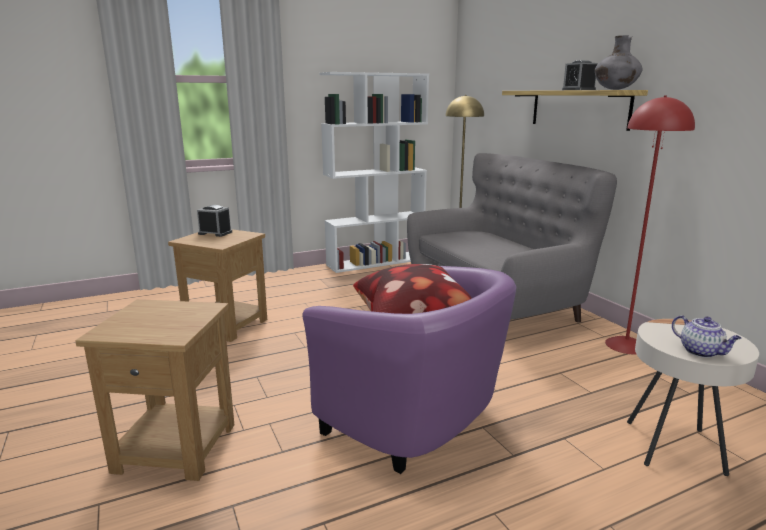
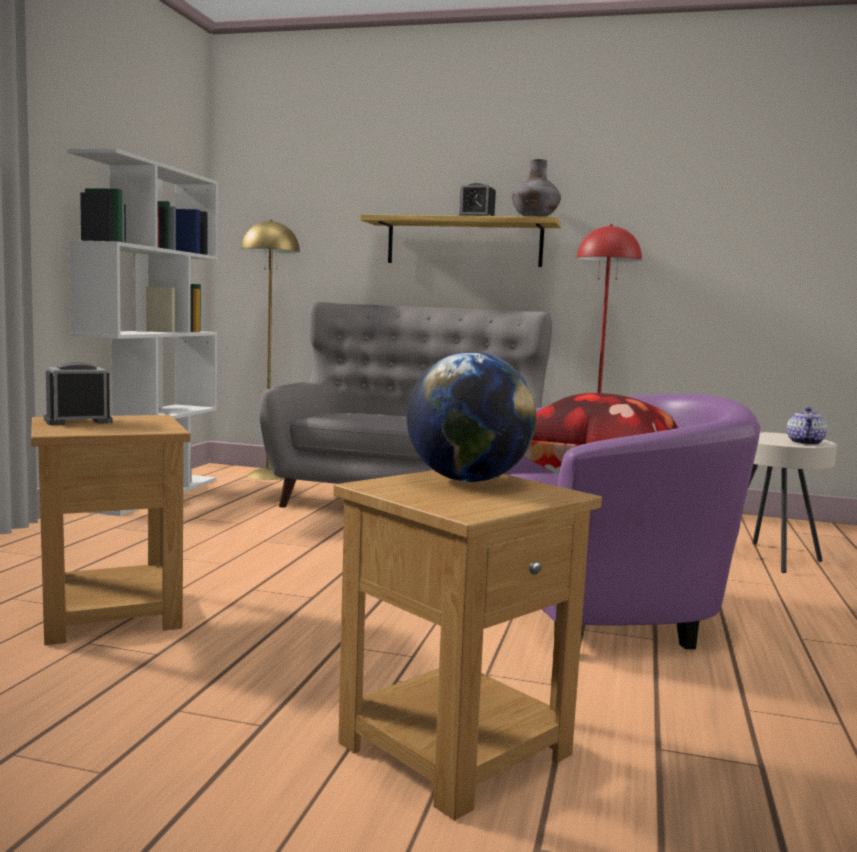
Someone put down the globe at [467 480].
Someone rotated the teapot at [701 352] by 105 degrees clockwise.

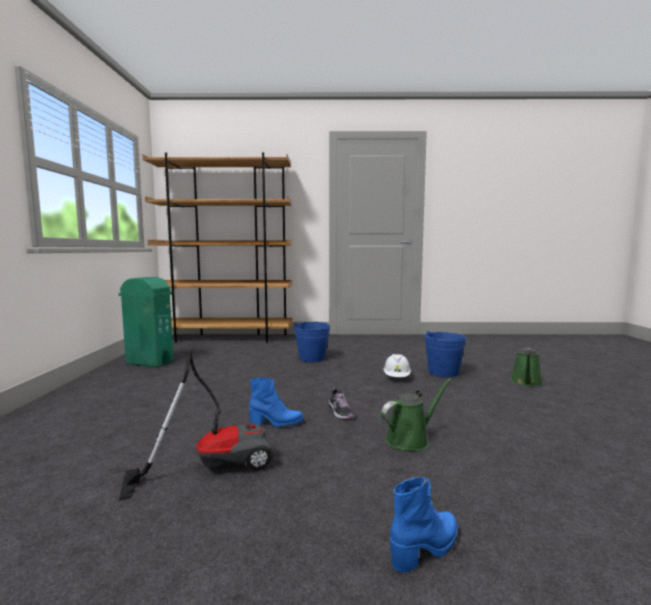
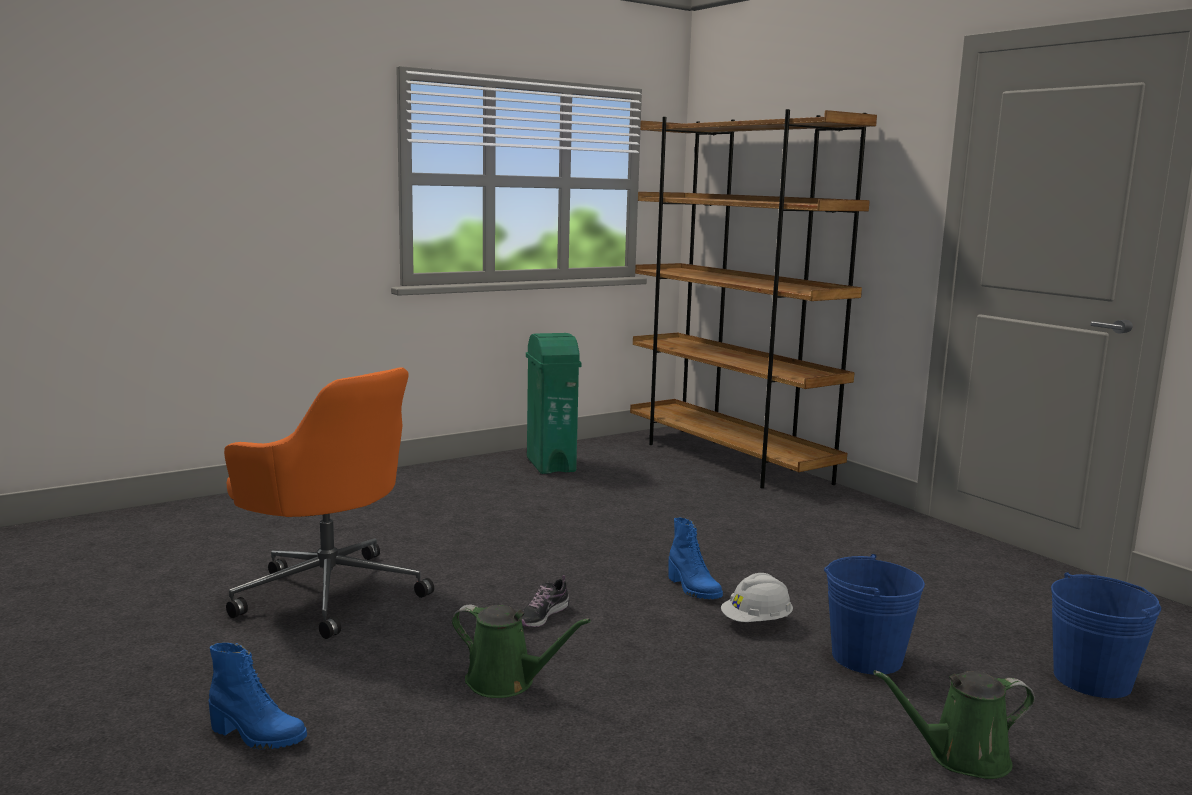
Someone swapped the vacuum cleaner at [214 465] for the orange office chair at [328 592].
Someone carried the blue boot from [276 423] to [693 589].
Someone carried the blue bucket from [312 358] to [1092 680].

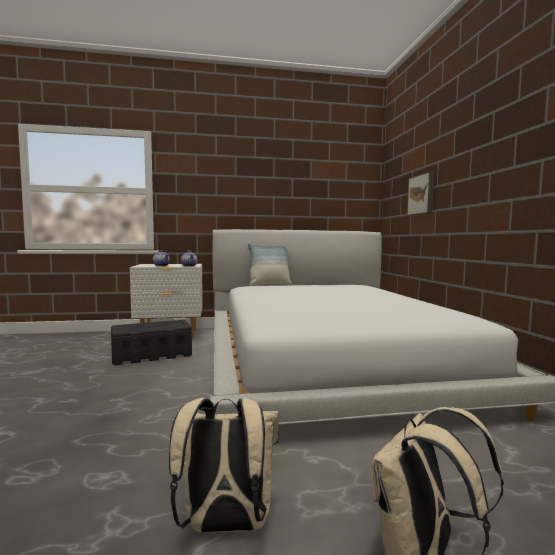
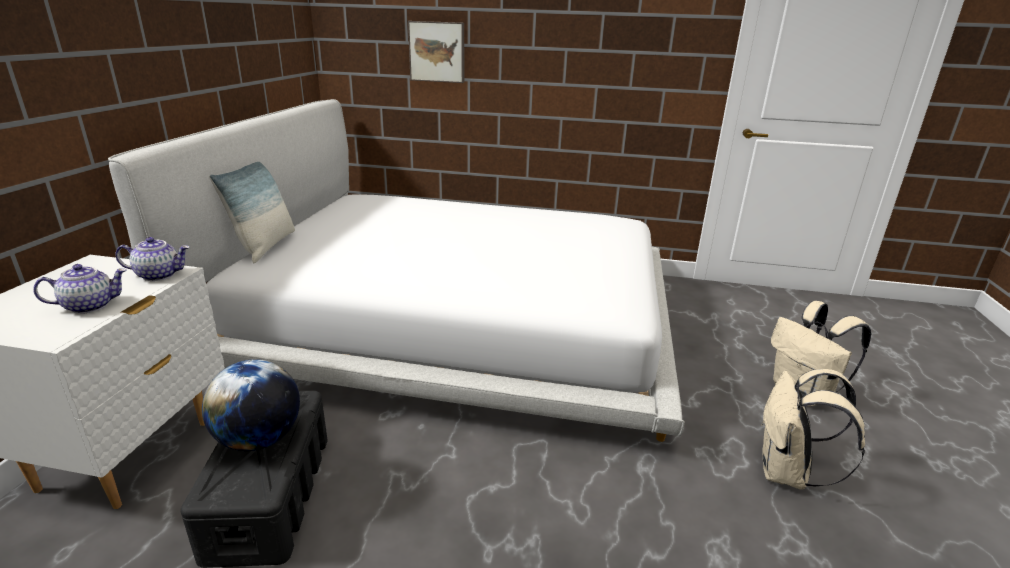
Someone put down the globe at [259 439].

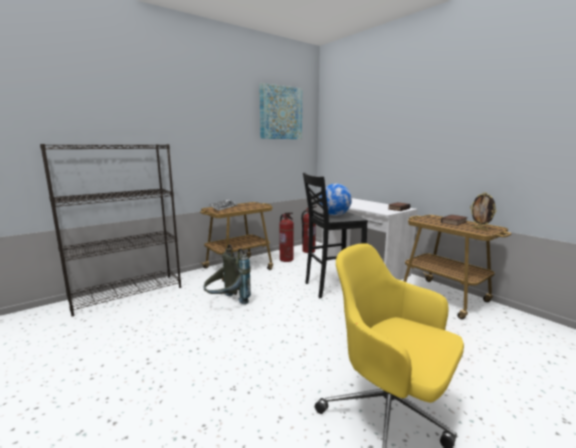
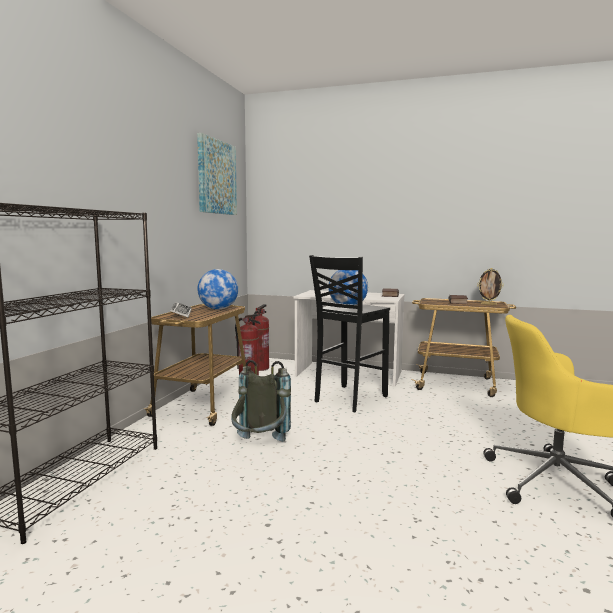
Someone put down the globe at [218 309].

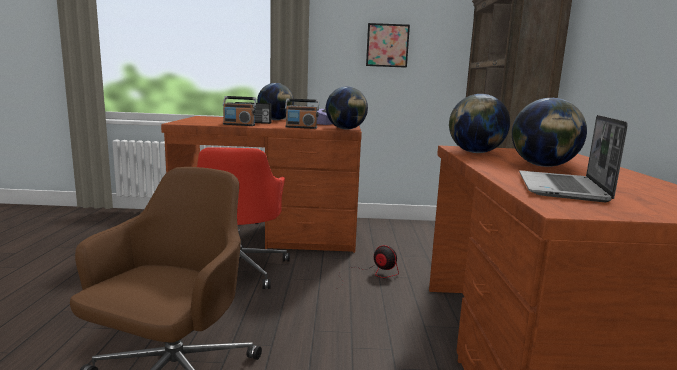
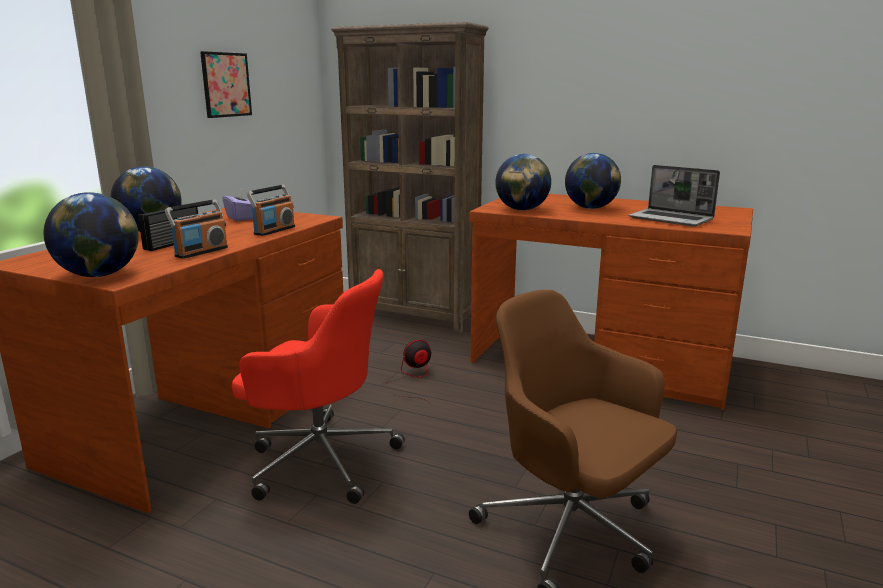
Someone carried the globe from [346 129] to [99 275].

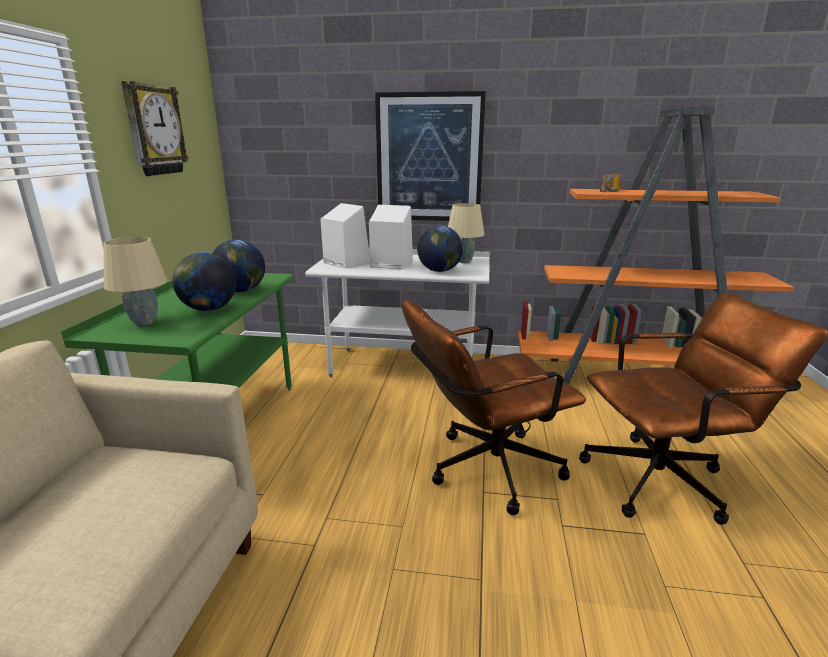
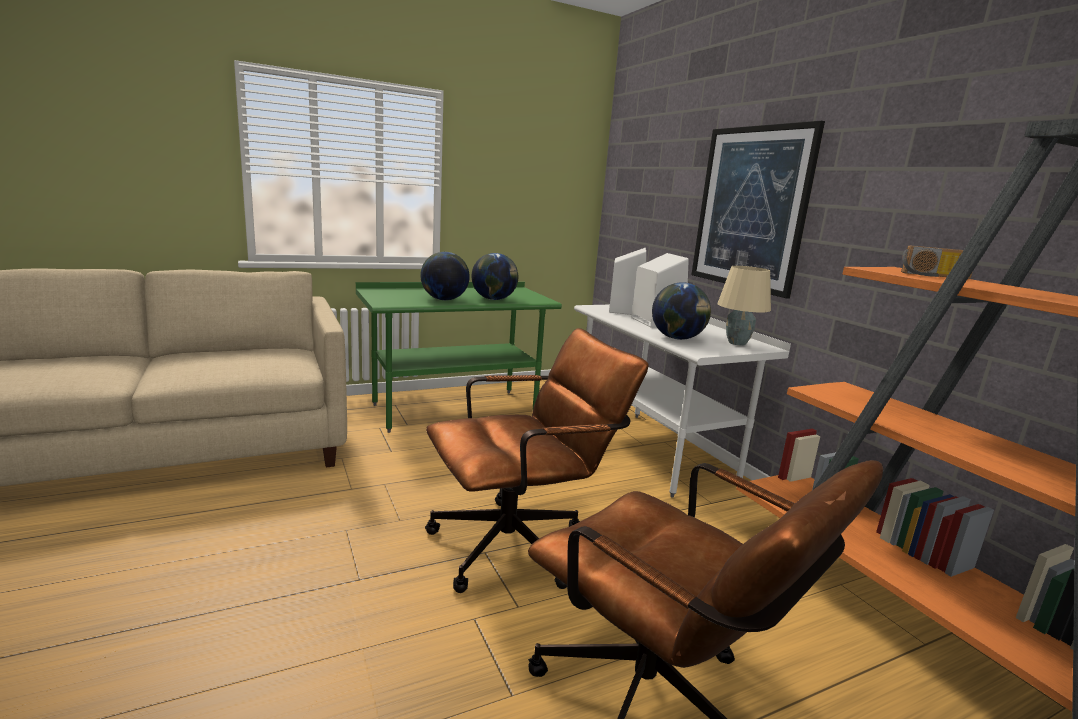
Someone rotated the brown office chair at [484 470] by 120 degrees clockwise.
Someone took away the beige table lamp at [144 322].
Someone took away the wall clock at [154 130].

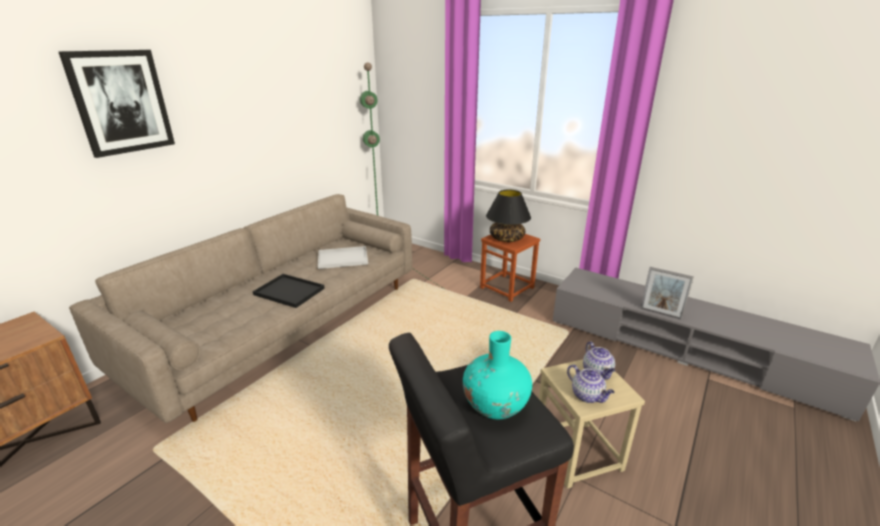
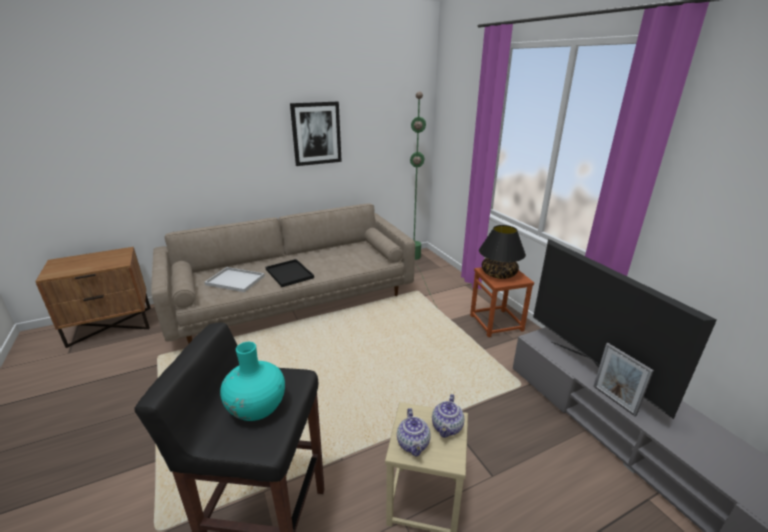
Someone carried the white tray from [342 259] to [234 280].
Someone carried the picture from [121 102] to [316 133].
Someone put down the television at [589 369].

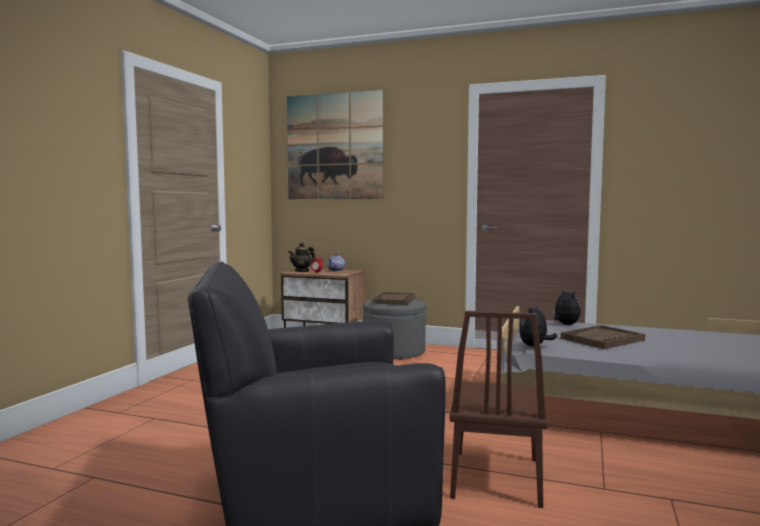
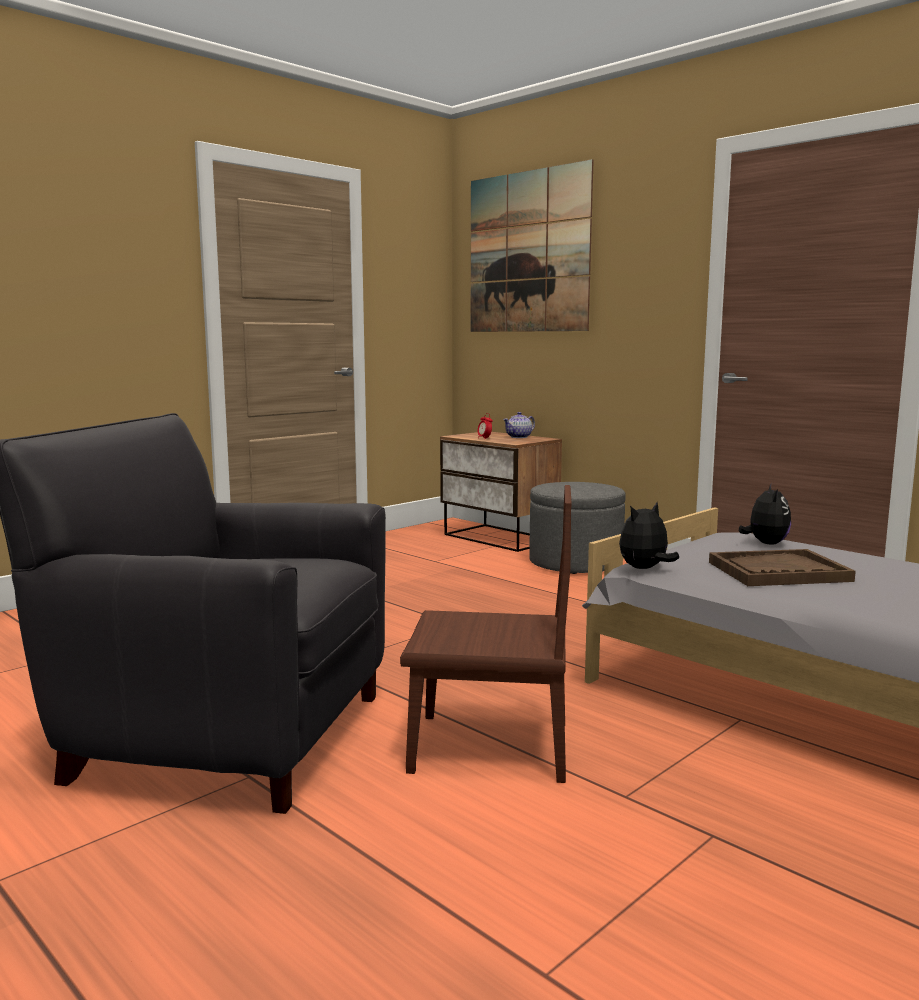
Someone rotated the brown chair at [496 477] by 120 degrees counterclockwise.
Someone took away the teapot at [302 271].
Someone took away the brown tray at [394 300].

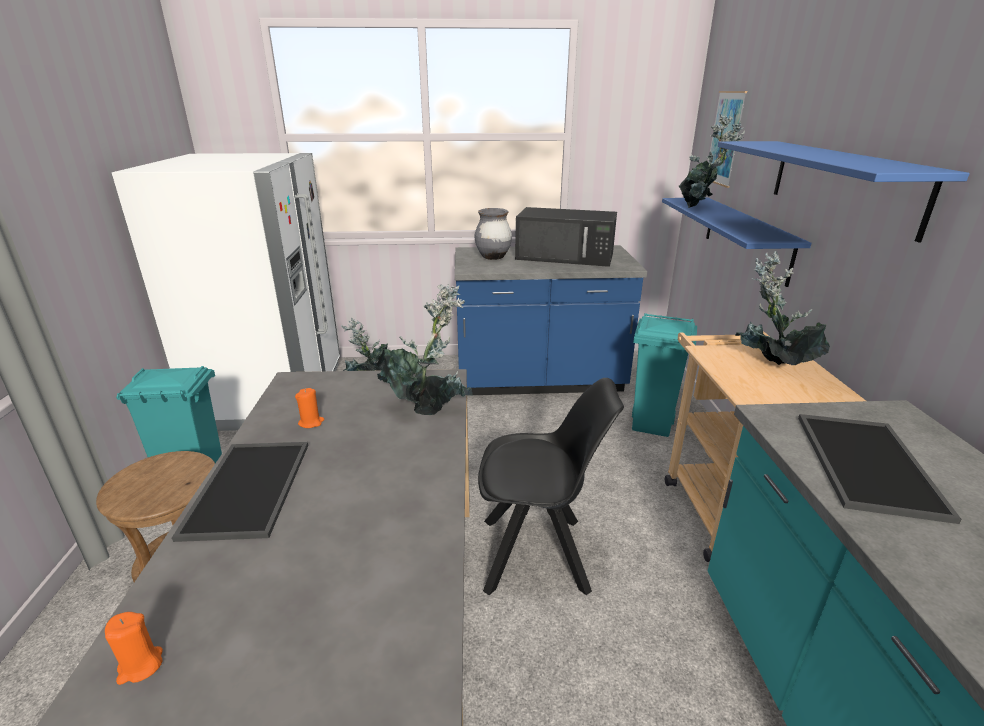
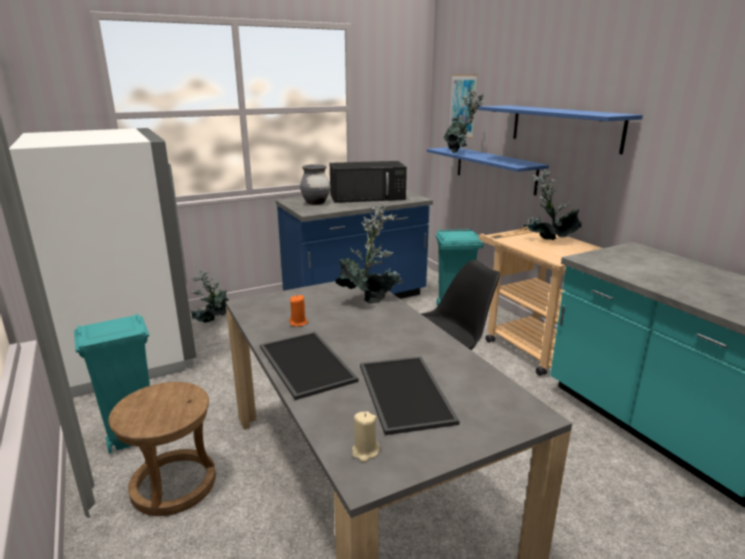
Someone repainted the orange candle at [140 666], which became the beige candle at [365 452].
Someone carried the tray from [863 462] to [402 392].

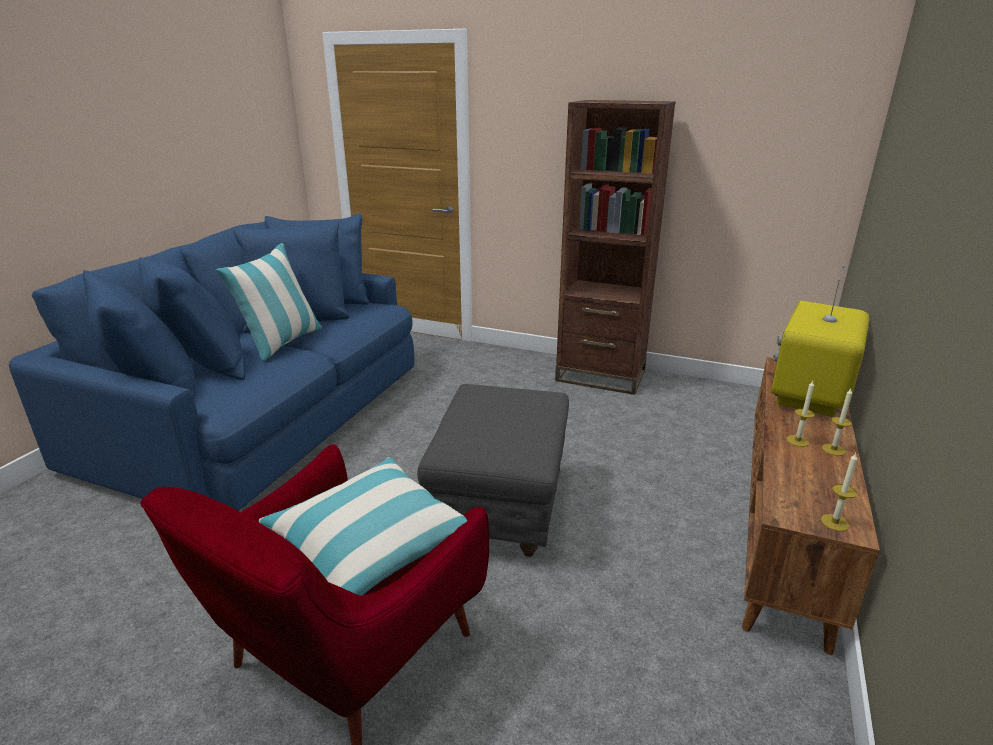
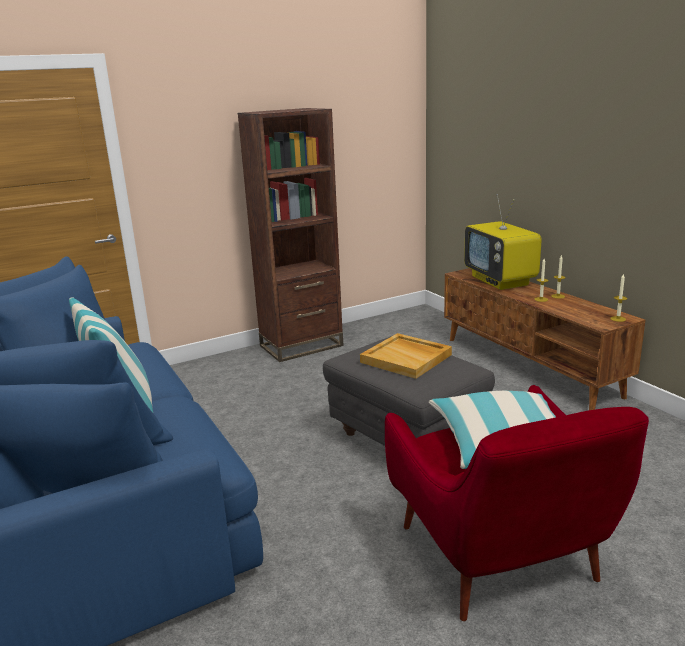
Someone put down the beige tray at [407 358].

